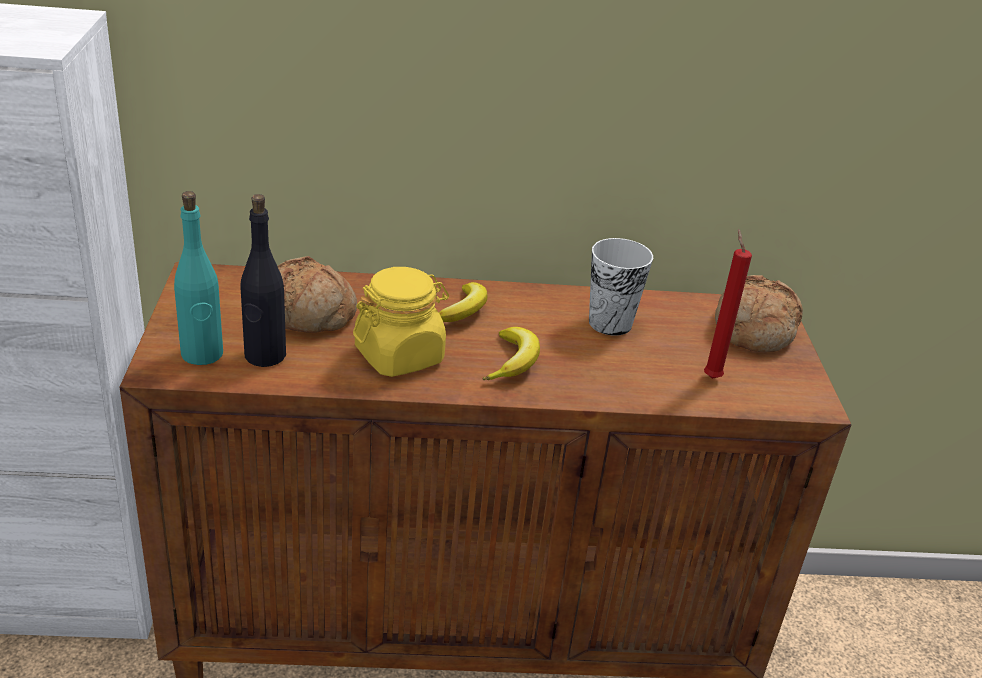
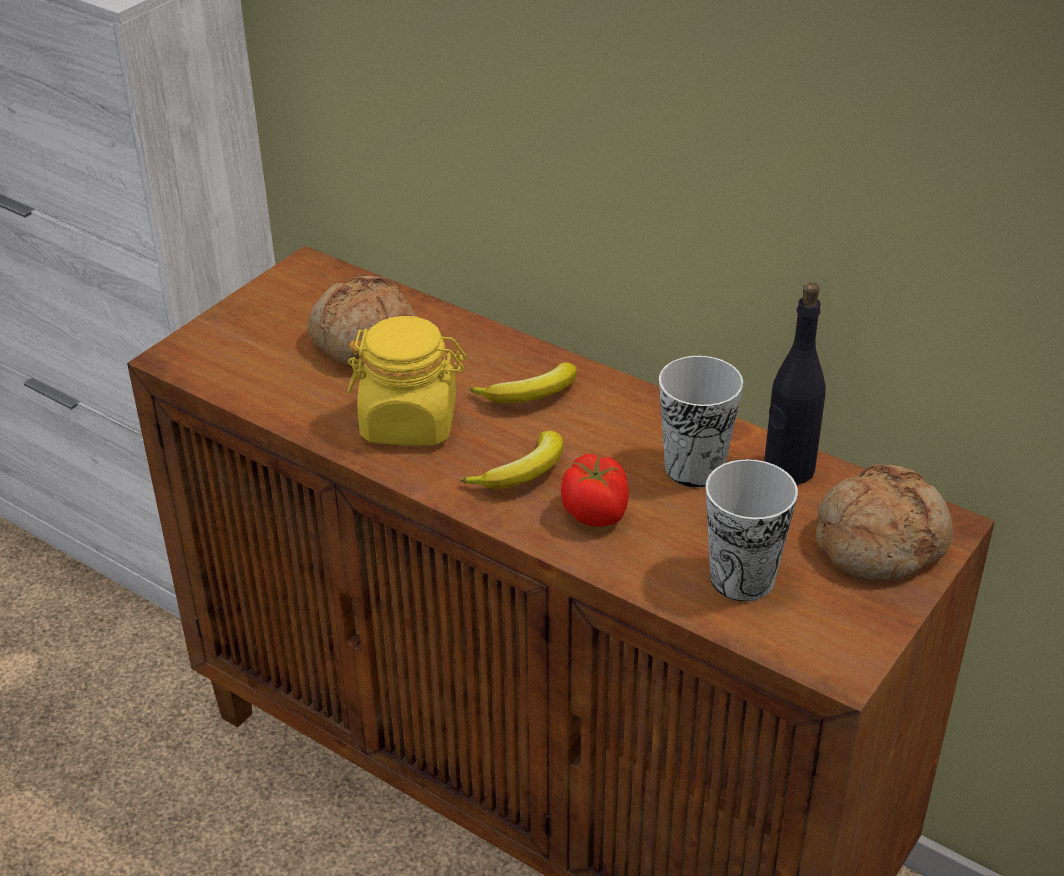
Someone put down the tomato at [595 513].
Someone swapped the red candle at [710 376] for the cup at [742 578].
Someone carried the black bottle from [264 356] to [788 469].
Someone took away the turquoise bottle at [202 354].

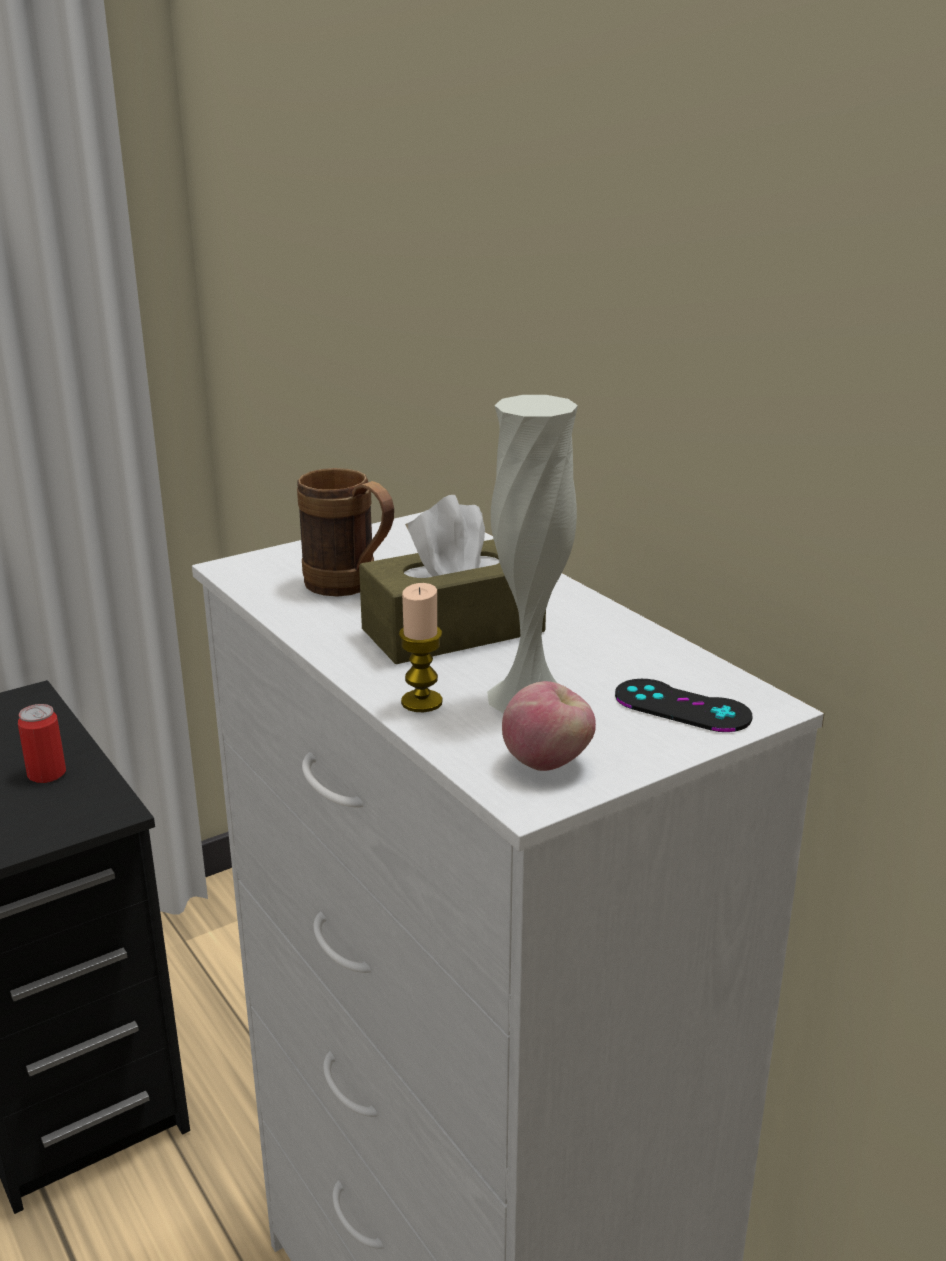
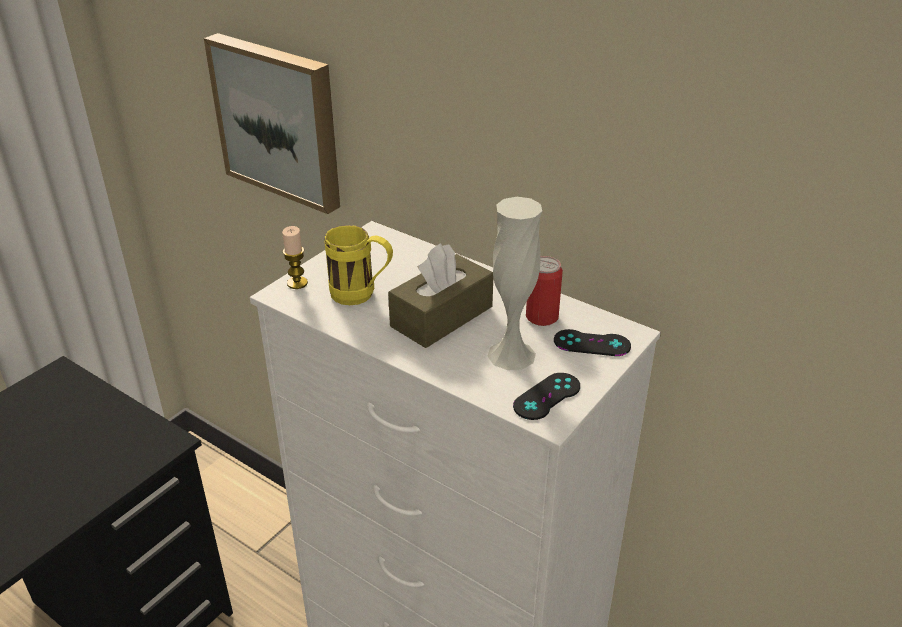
Someone put up the picture at [279 120].
Someone carried the candle from [421 702] to [297 283].
Someone repainted the brown mug at [351 587], which became the yellow mug at [362 296].
Someone swapped the apple at [548 763] for the black game controller at [547 396].
Someone carried the can from [46 774] to [542 317].

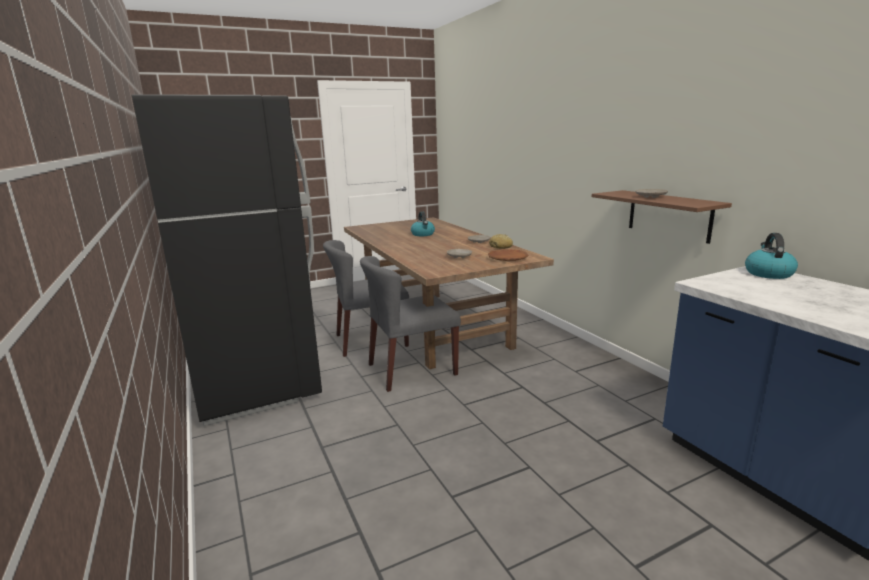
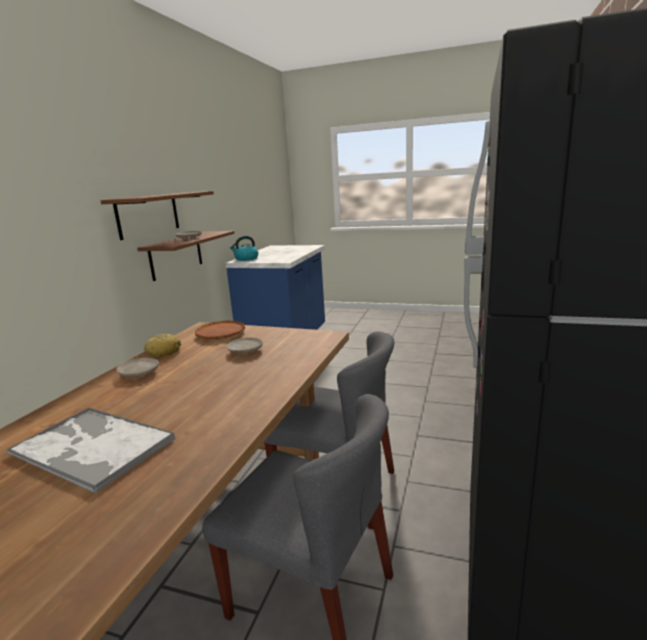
Someone swapped the kettle at [423 234] for the tray at [91 447].
Someone put up the brown shelf at [148 215].

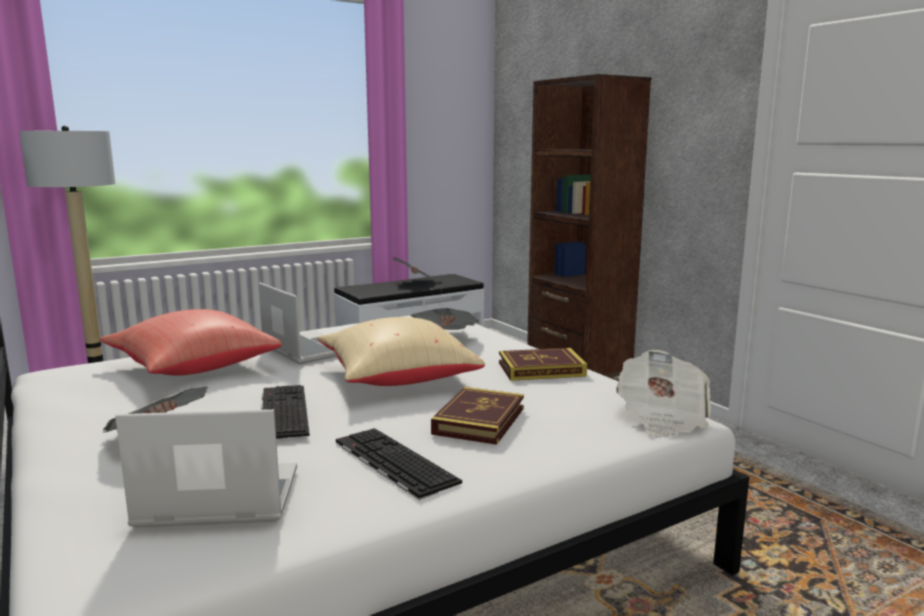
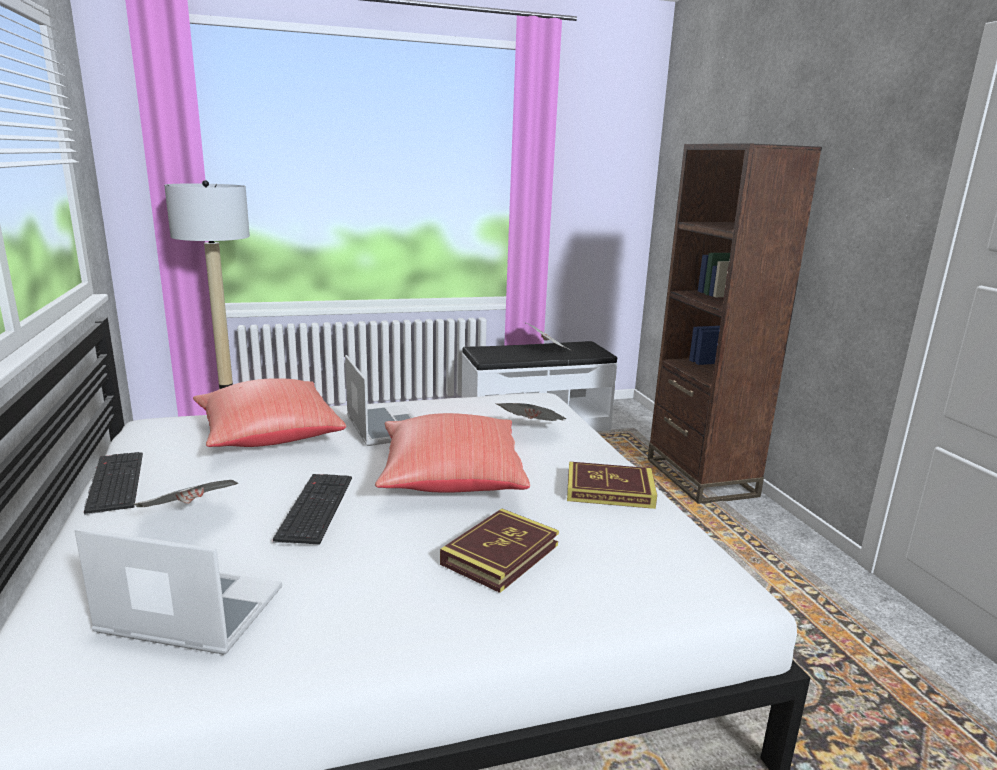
Someone carried the keyboard from [392 462] to [114 481].
Someone repainted the beige pillow at [396 379], which became the red pillow at [450 479].
Someone took away the newspaper at [662 418].

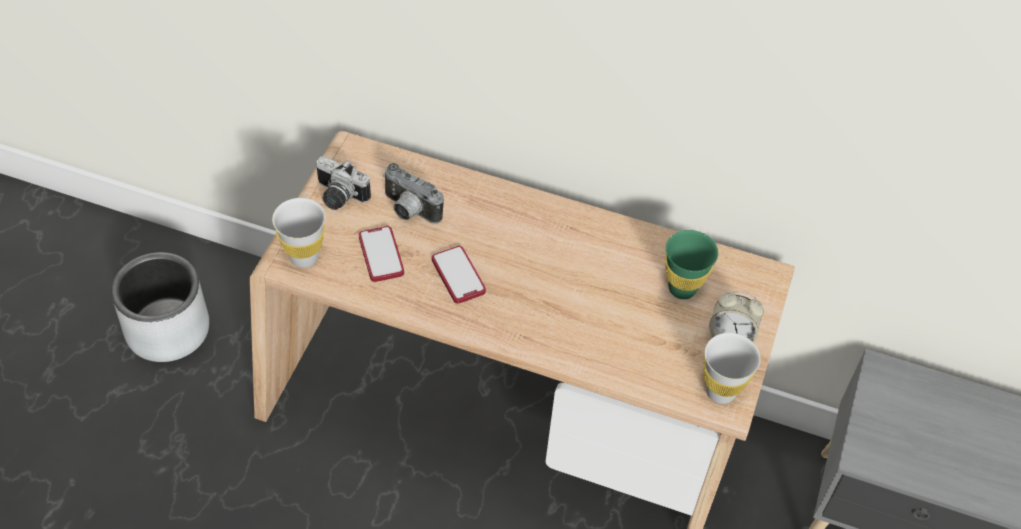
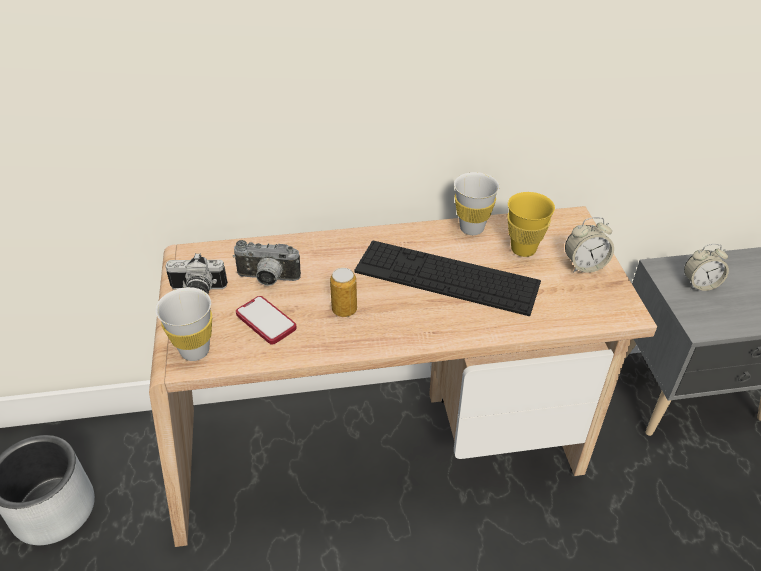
Someone swapped the phone at [458 276] for the can at [344 310].
Someone put down the keyboard at [446 277].
Someone carried the white cup from [720 391] to [471 228].
Someone repainted the green cup at [682 288], which became the yellow cup at [523 249].
Someone put down the alarm clock at [700 284].

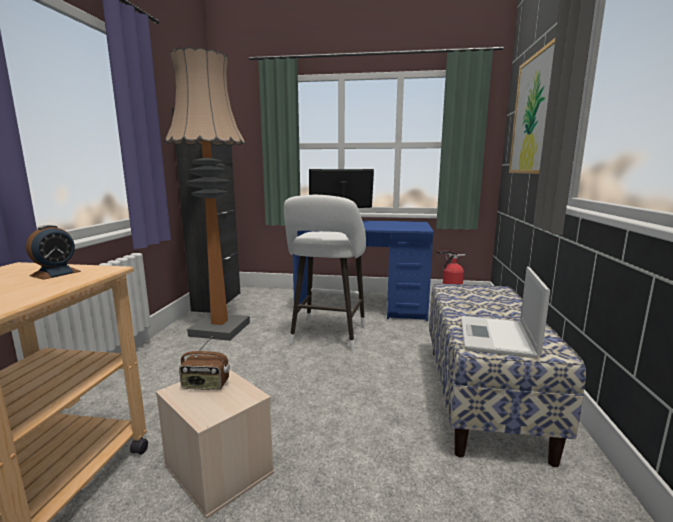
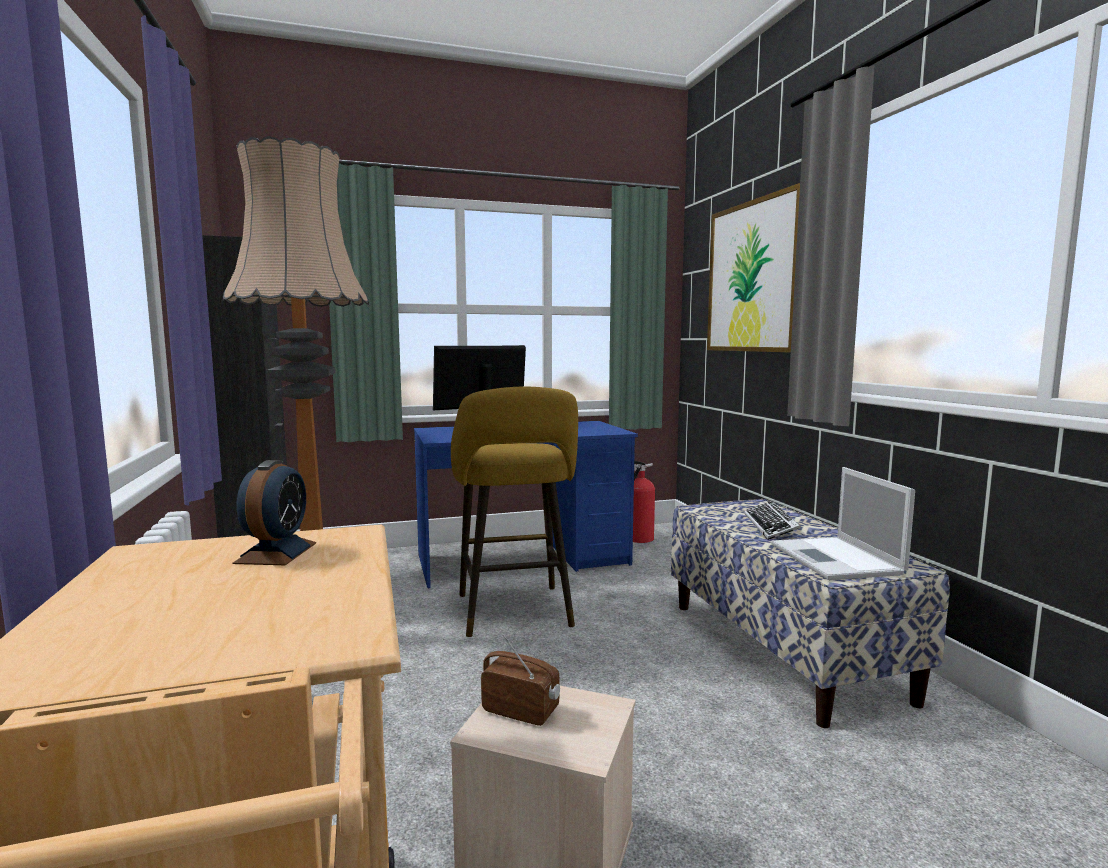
Someone repainted the white stool at [327 337], which became the yellow stool at [515 613].
Someone rotated the radio at [205 385] by 135 degrees counterclockwise.
Someone put down the keyboard at [771 526].

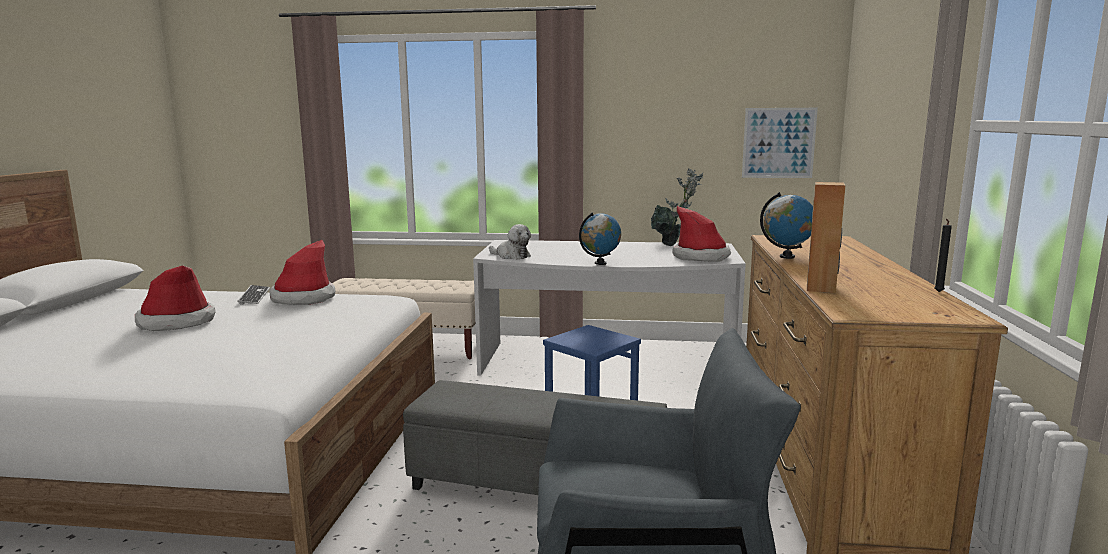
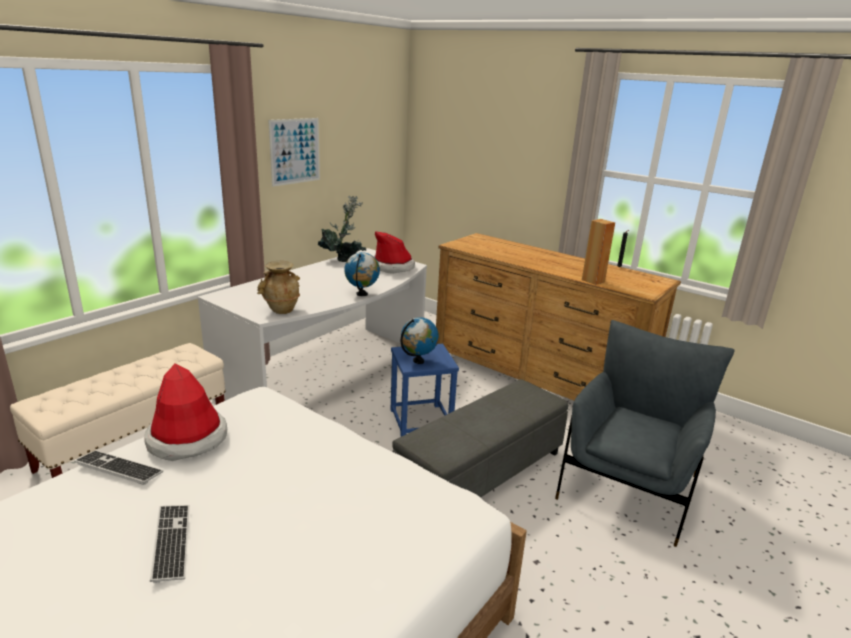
Someone swapped the hat at [176 322] for the keyboard at [171 543].
Someone swapped the plush toy at [511 256] for the beige vase at [281 310].
Someone carried the picture from [778 143] to [295 151].
Someone carried the globe from [787 257] to [418 361].

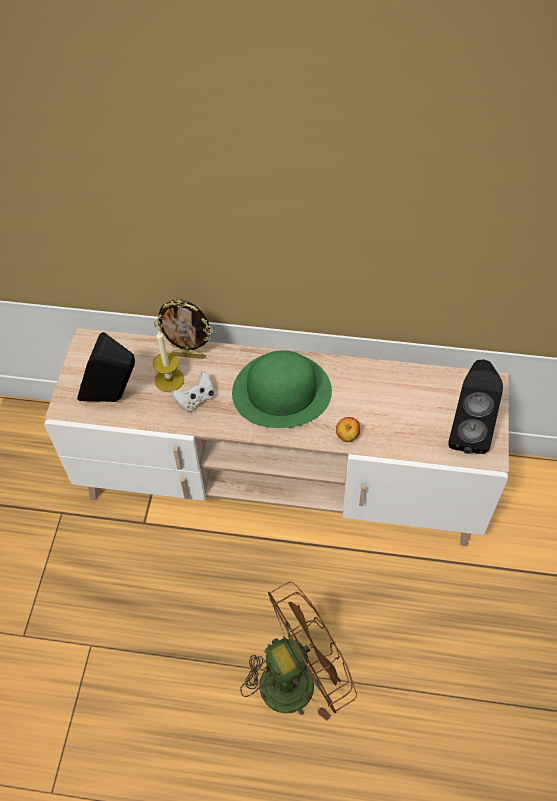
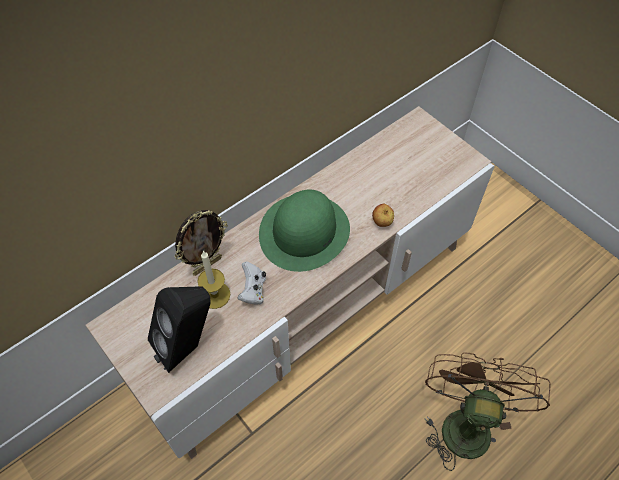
Someone took away the black speaker at [468 430].

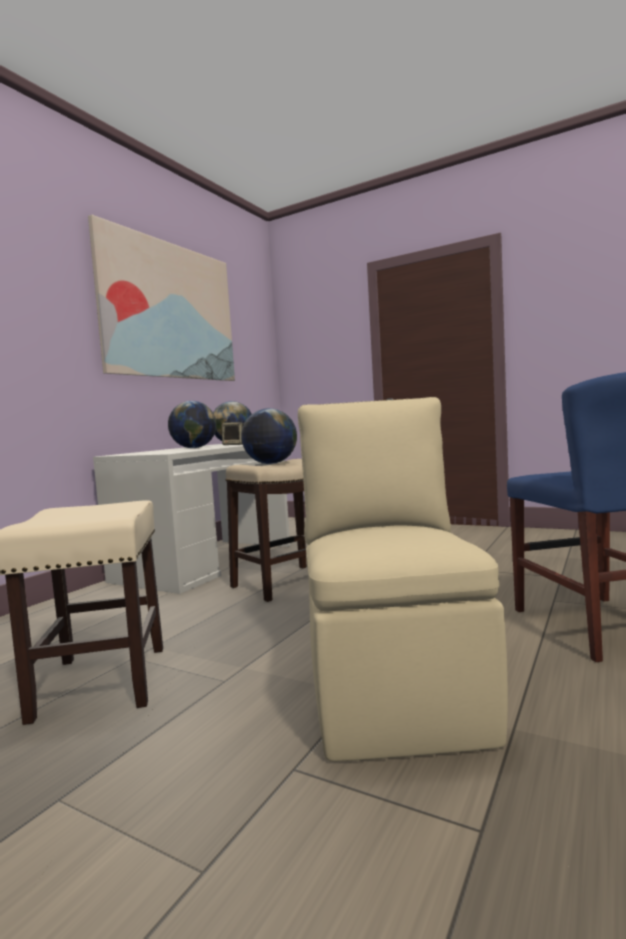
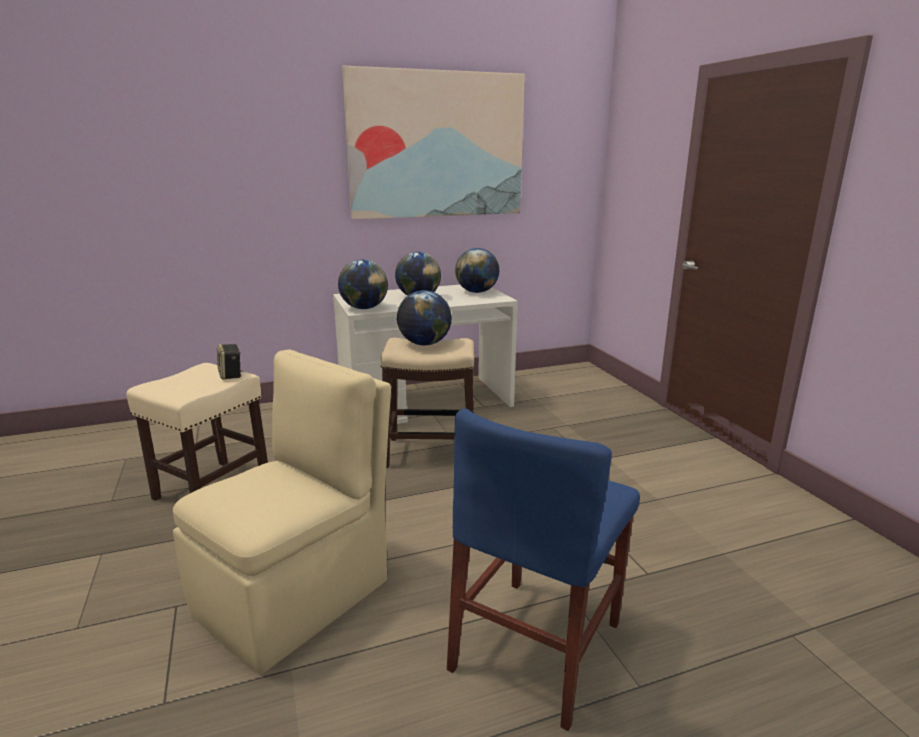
Someone carried the speaker from [236 445] to [231 375].
Someone put down the globe at [364 308].

